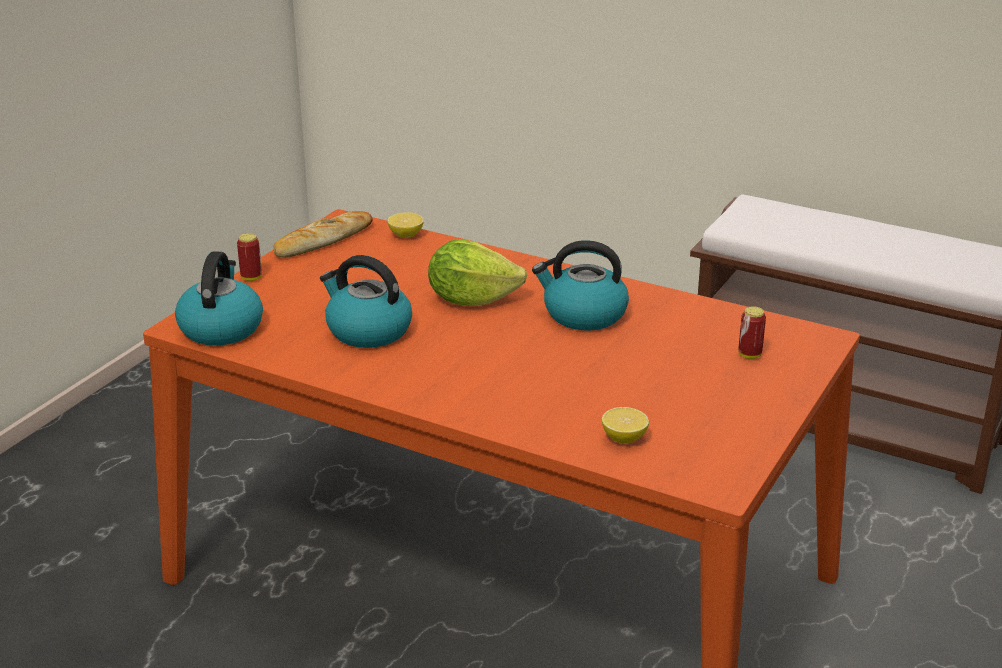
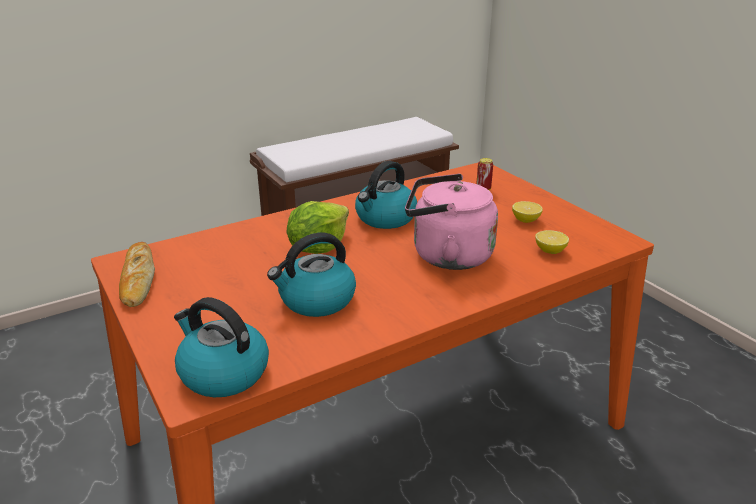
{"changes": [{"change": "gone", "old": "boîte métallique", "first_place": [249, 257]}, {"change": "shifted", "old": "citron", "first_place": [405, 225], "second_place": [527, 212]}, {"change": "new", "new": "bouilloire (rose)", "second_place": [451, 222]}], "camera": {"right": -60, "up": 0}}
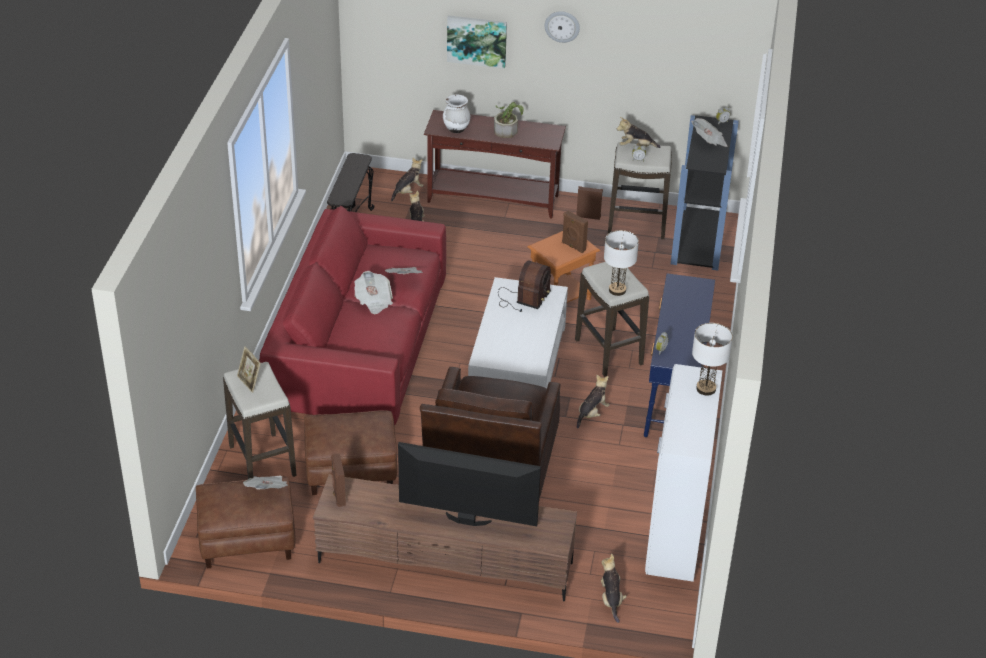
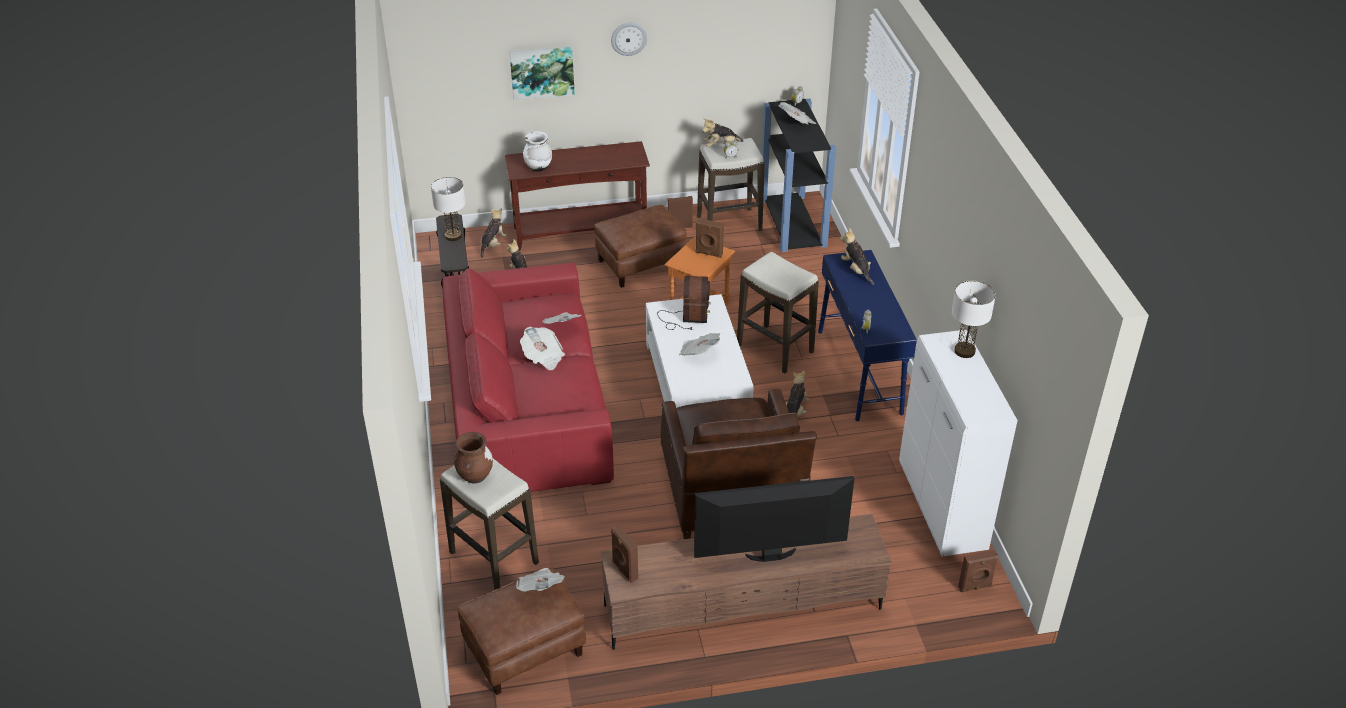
{"changes": [{"change": "swapped", "old": "cadre photo", "new": "vase (marron)", "first_place": [249, 369], "second_place": [473, 457]}, {"change": "shifted", "old": "pouf (marron)", "first_place": [351, 452], "second_place": [640, 246]}, {"change": "gone", "old": "plante en pot", "first_place": [508, 120]}, {"change": "shifted", "old": "peluche", "first_place": [614, 588], "second_place": [857, 256]}, {"change": "shifted", "old": "lampe de table", "first_place": [621, 263], "second_place": [448, 209]}, {"change": "new", "new": "journal", "second_place": [699, 344]}, {"change": "new", "new": "enceinte (marron)", "second_place": [978, 571]}], "camera": {"right": -20, "up": 0}}
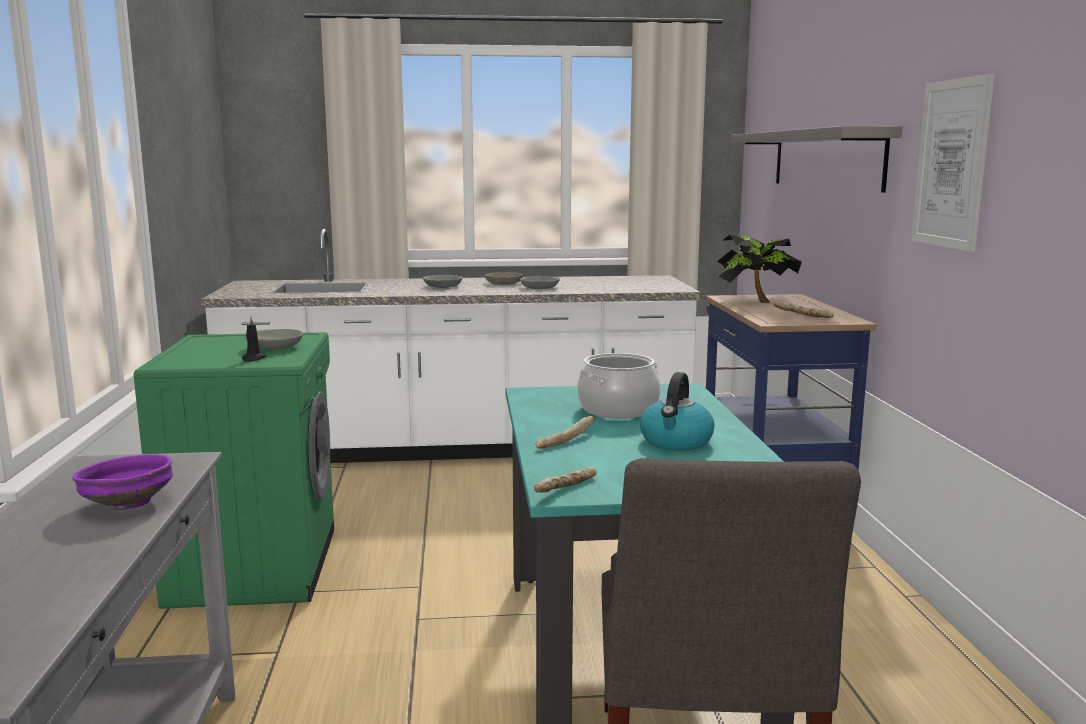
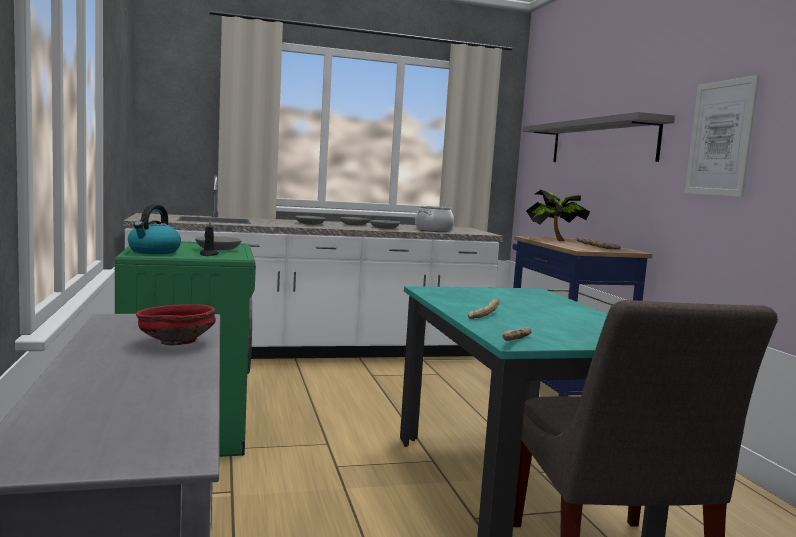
{"changes": [{"change": "repainted", "old": "bol (violet)", "new": "bol (rouge)", "first_place": [122, 482], "second_place": [176, 324]}, {"change": "shifted", "old": "marmite", "first_place": [618, 386], "second_place": [434, 219]}, {"change": "shifted", "old": "bouilloire", "first_place": [677, 411], "second_place": [154, 229]}], "camera": {"right": -10, "up": -5}}
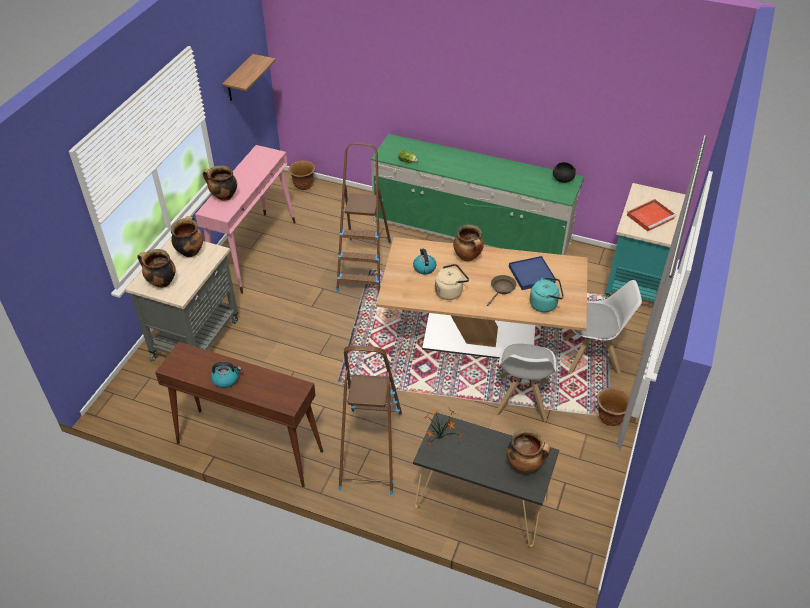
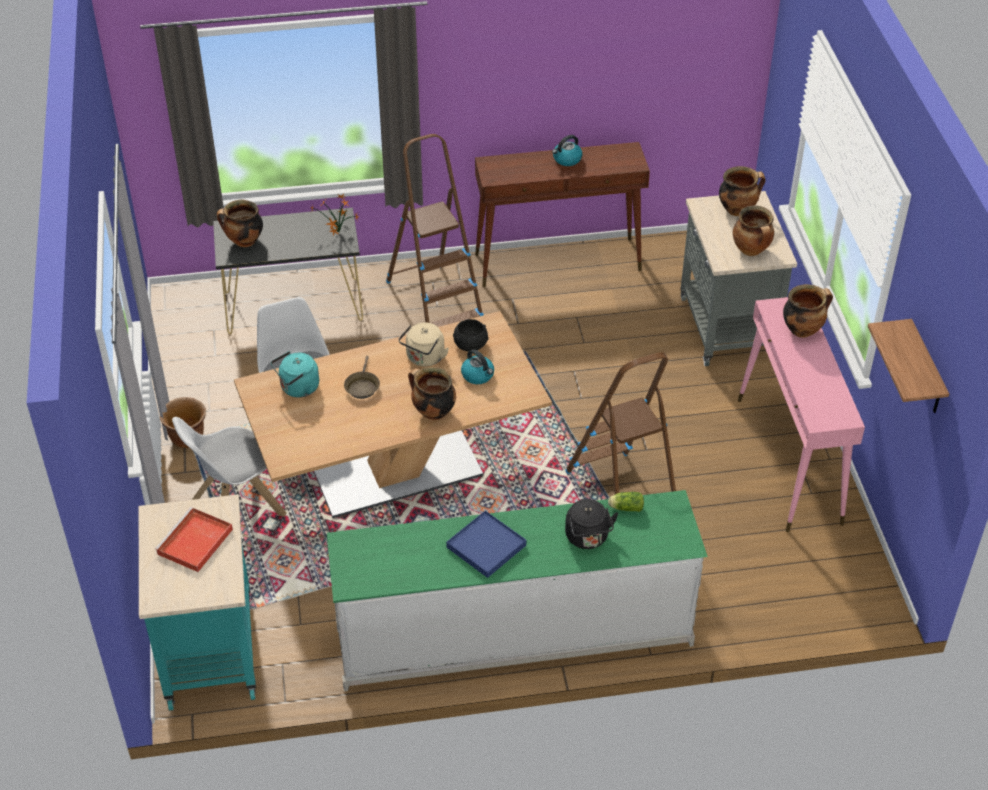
{"changes": [{"change": "gone", "old": "cache-pot (marron)", "first_place": [301, 175]}, {"change": "shifted", "old": "plateau (bleu)", "first_place": [532, 273], "second_place": [486, 544]}, {"change": "shifted", "old": "bol (noir)", "first_place": [564, 172], "second_place": [471, 335]}, {"change": "new", "new": "bouilloire (noir)", "second_place": [591, 524]}], "camera": {"right": 150, "up": 0}}
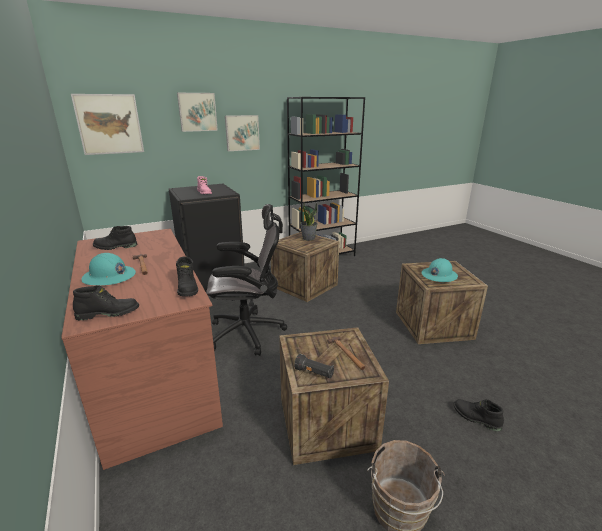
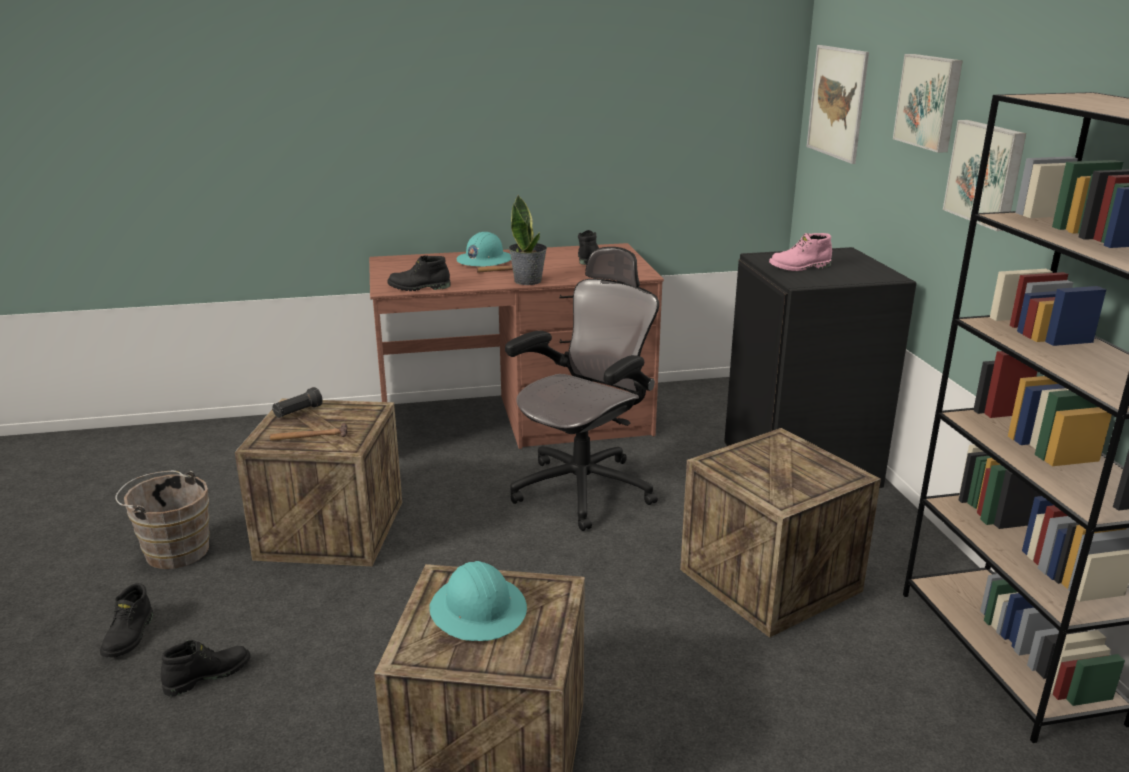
{"changes": [{"change": "shifted", "old": "botte (noir)", "first_place": [106, 302], "second_place": [126, 620]}, {"change": "rotated", "old": "chaise de bureau", "first_place": [247, 280], "second_place": [582, 389], "degrees": -150}, {"change": "shifted", "old": "plante en pot", "first_place": [309, 222], "second_place": [527, 240]}], "camera": {"right": 105, "up": 0}}
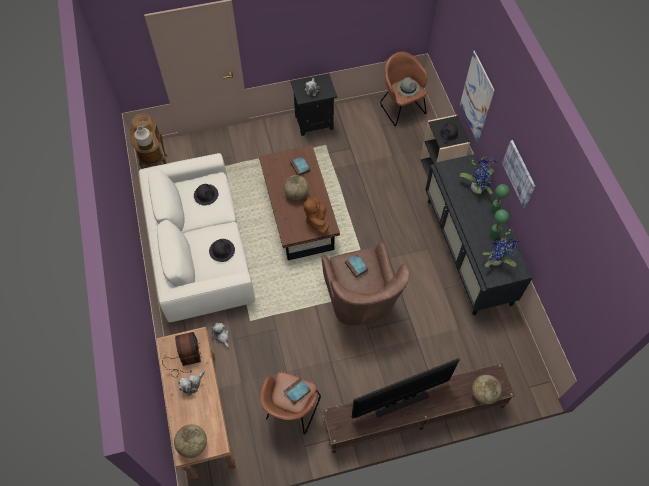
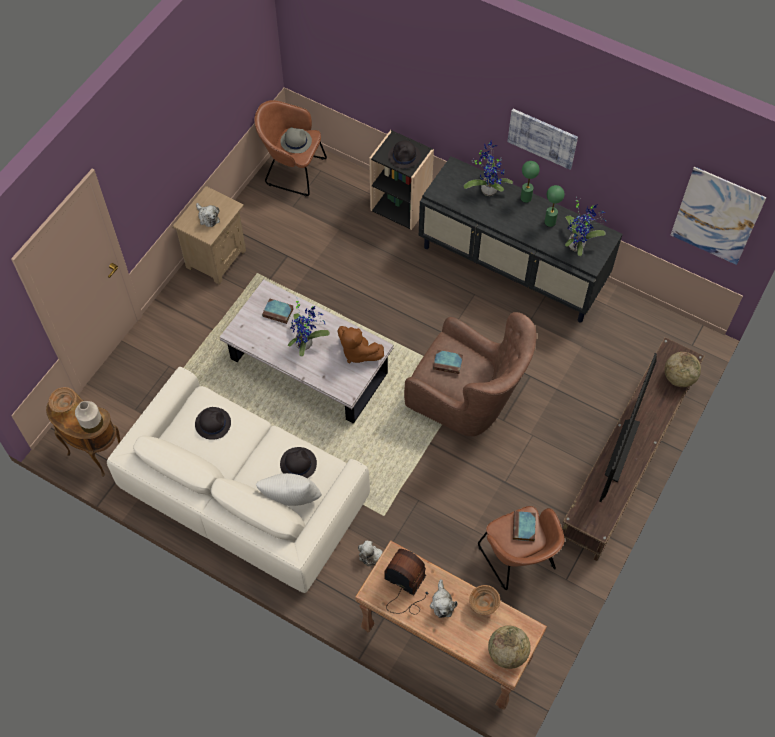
{"changes": [{"change": "repainted", "old": "table basse (marron)", "new": "table basse (blanc)", "first_place": [299, 202], "second_place": [307, 351]}, {"change": "swapped", "old": "globe", "new": "plante en pot", "first_place": [296, 187], "second_place": [309, 328]}, {"change": "repainted", "old": "table de chevet (noir)", "new": "table de chevet (beige)", "first_place": [313, 104], "second_place": [209, 235]}, {"change": "shifted", "old": "tableau", "first_place": [477, 97], "second_place": [718, 216]}, {"change": "new", "new": "coussin (blanc)", "second_place": [289, 489]}, {"change": "new", "new": "bol (marron)", "second_place": [484, 600]}], "camera": {"right": -45, "up": 0}}
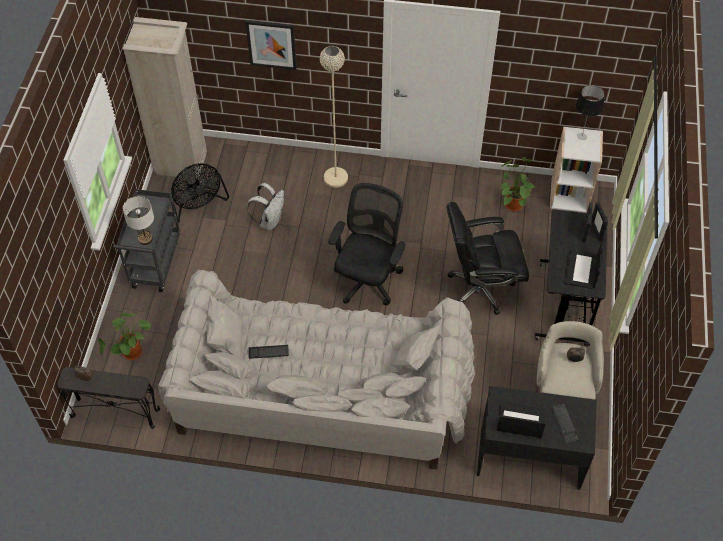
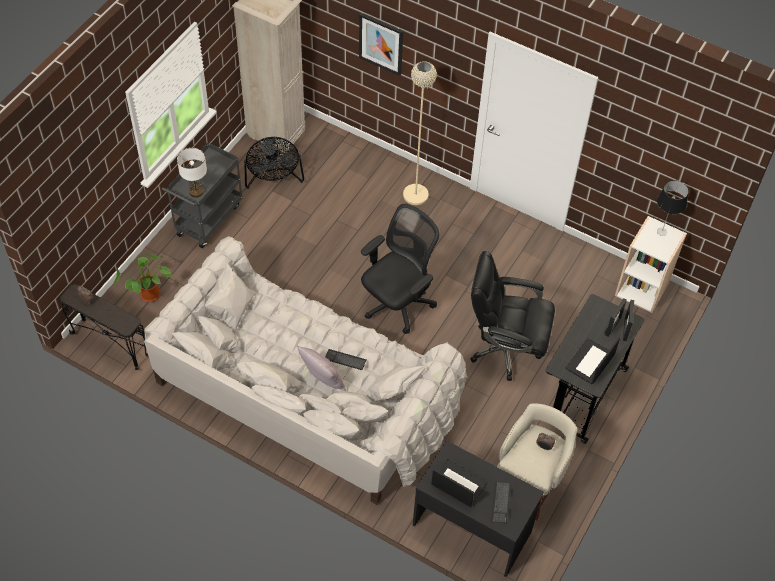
{"changes": [{"change": "gone", "old": "sac à dos (blanc)", "first_place": [265, 206]}, {"change": "shifted", "old": "clavier", "first_place": [269, 352], "second_place": [345, 359]}, {"change": "gone", "old": "plante en pot", "first_place": [518, 184]}, {"change": "new", "new": "coussin (violet)", "second_place": [321, 368]}], "camera": {"right": 20, "up": 0}}
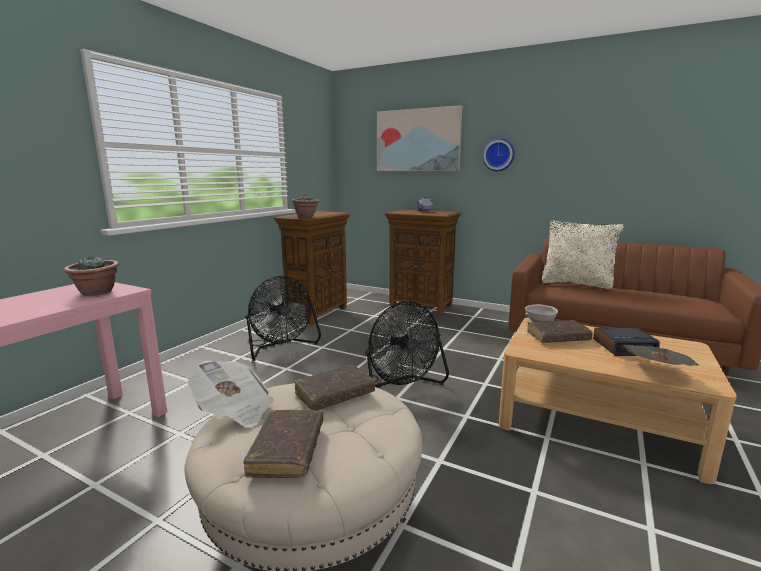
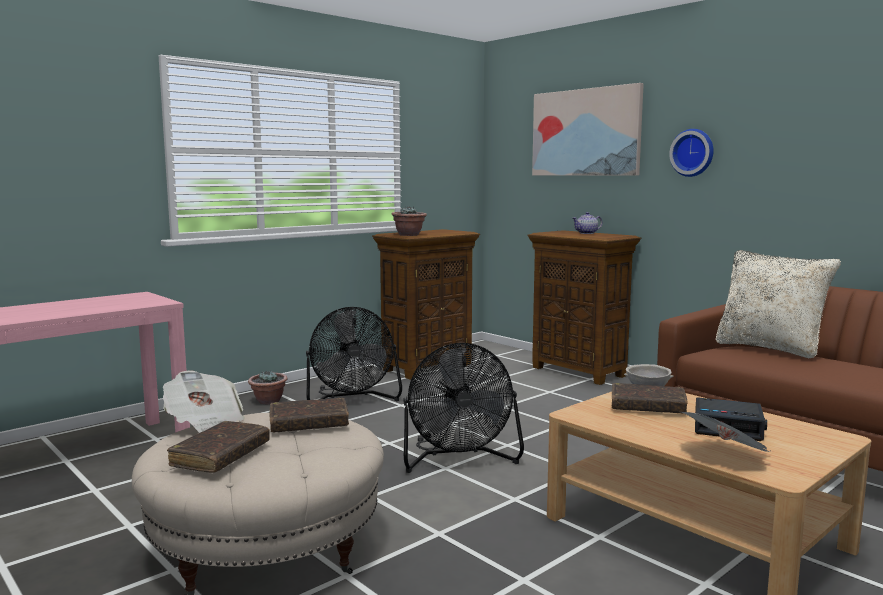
{"changes": [{"change": "shifted", "old": "plante en pot", "first_place": [91, 276], "second_place": [268, 387]}], "camera": {"right": 20, "up": -5}}
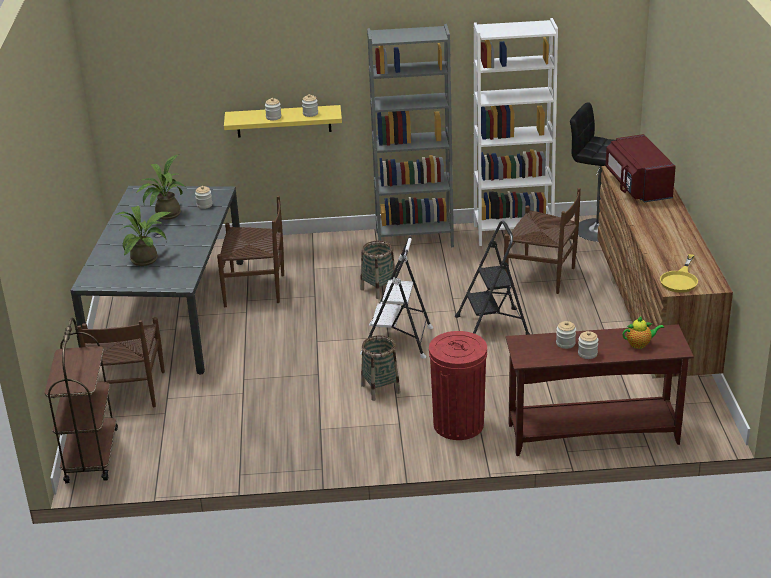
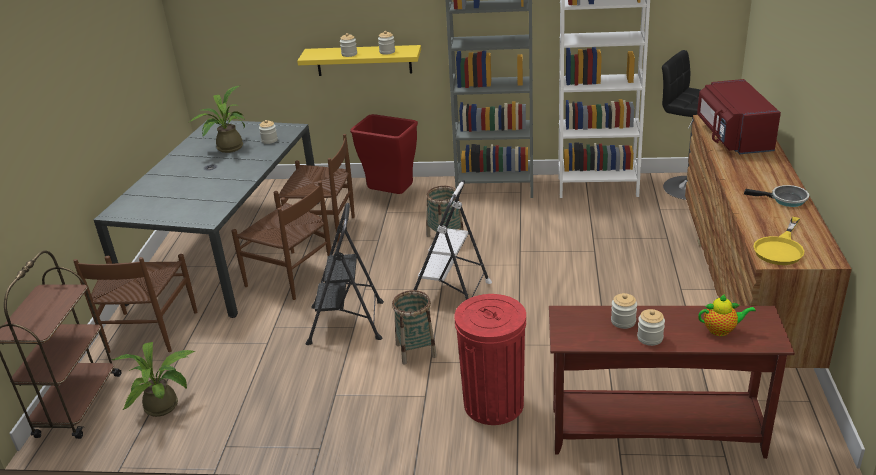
{"changes": [{"change": "shifted", "old": "plante en pot", "first_place": [143, 236], "second_place": [154, 379]}, {"change": "shifted", "old": "escabeau (noir)", "first_place": [492, 278], "second_place": [345, 274]}, {"change": "shifted", "old": "chaise (marron)", "first_place": [542, 241], "second_place": [281, 240]}, {"change": "new", "new": "poubelle (rouge)", "second_place": [384, 154]}, {"change": "new", "new": "poêle", "second_place": [776, 196]}], "camera": {"right": 10, "up": 0}}
